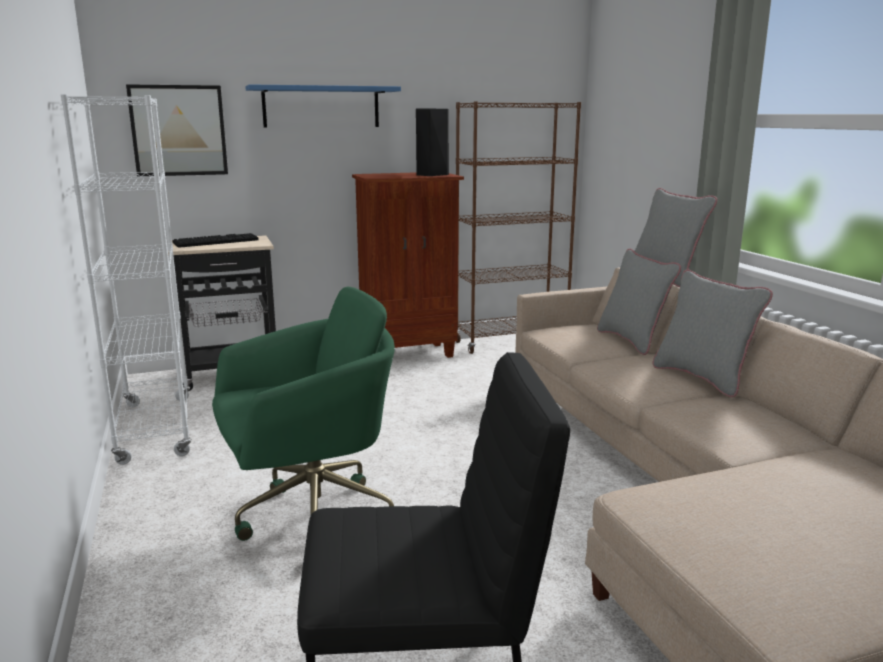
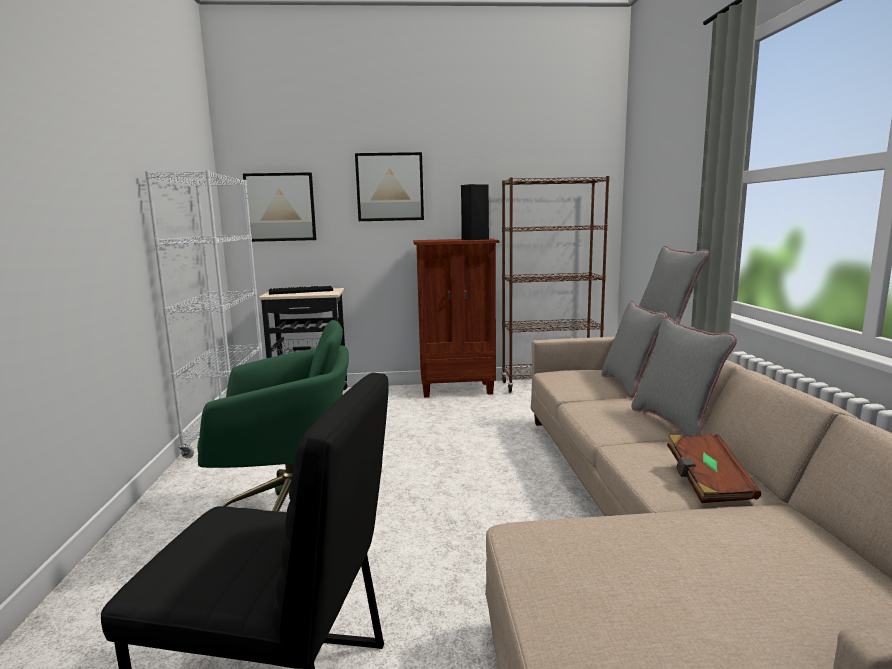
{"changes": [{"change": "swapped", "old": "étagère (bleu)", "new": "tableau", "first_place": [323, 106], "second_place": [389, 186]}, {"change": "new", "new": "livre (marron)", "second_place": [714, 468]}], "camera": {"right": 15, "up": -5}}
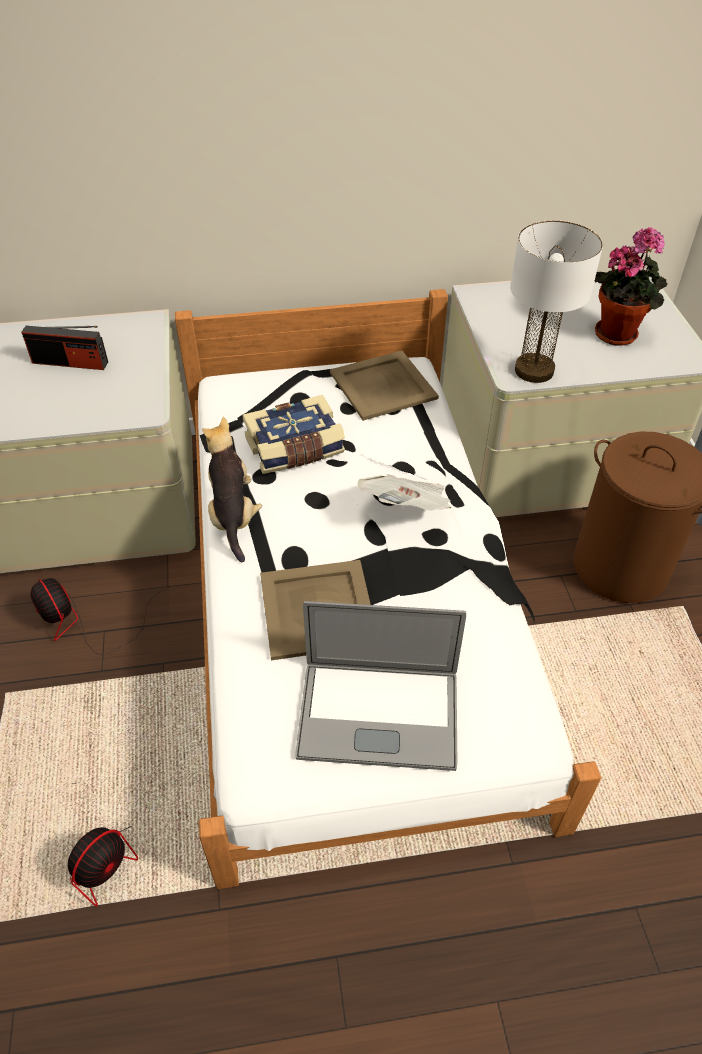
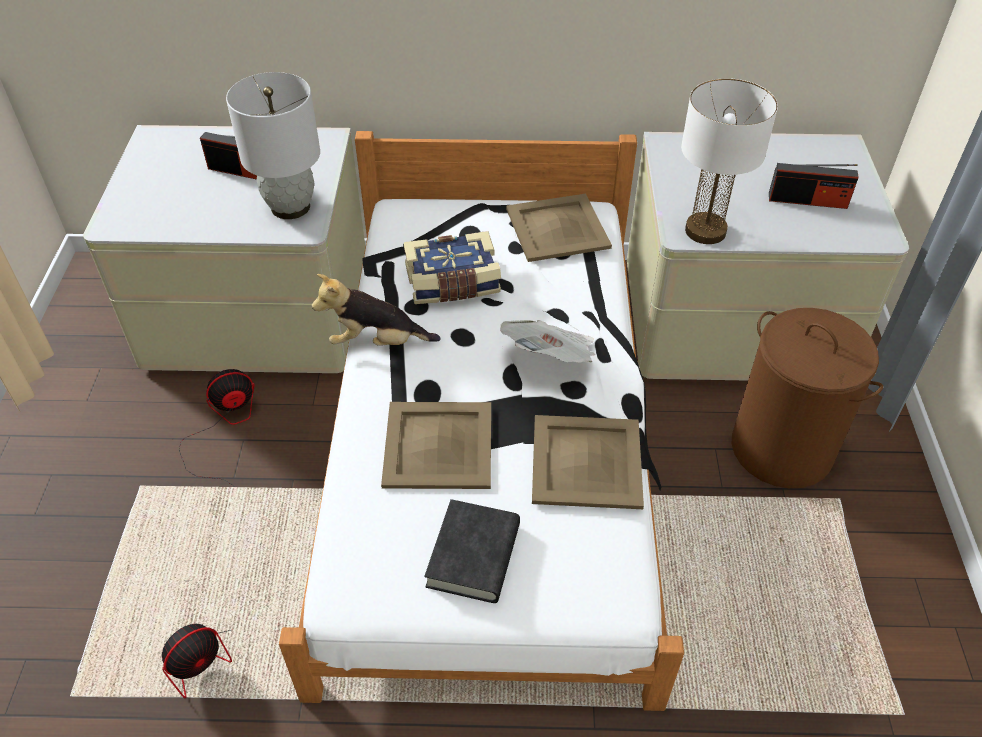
{"changes": [{"change": "rotated", "old": "ventilateur", "first_place": [99, 616], "second_place": [217, 427], "degrees": 90}, {"change": "rotated", "old": "peluche", "first_place": [232, 489], "second_place": [376, 310], "degrees": -90}, {"change": "swapped", "old": "ordinateur portable", "new": "livre (noir)", "first_place": [380, 686], "second_place": [472, 551]}, {"change": "swapped", "old": "plante en pot", "new": "radio", "first_place": [631, 286], "second_place": [814, 186]}, {"change": "new", "new": "lampe de table (blanc)", "second_place": [273, 145]}, {"change": "new", "new": "plateau (beige)", "second_place": [588, 462]}], "camera": {"right": 10, "up": 0}}
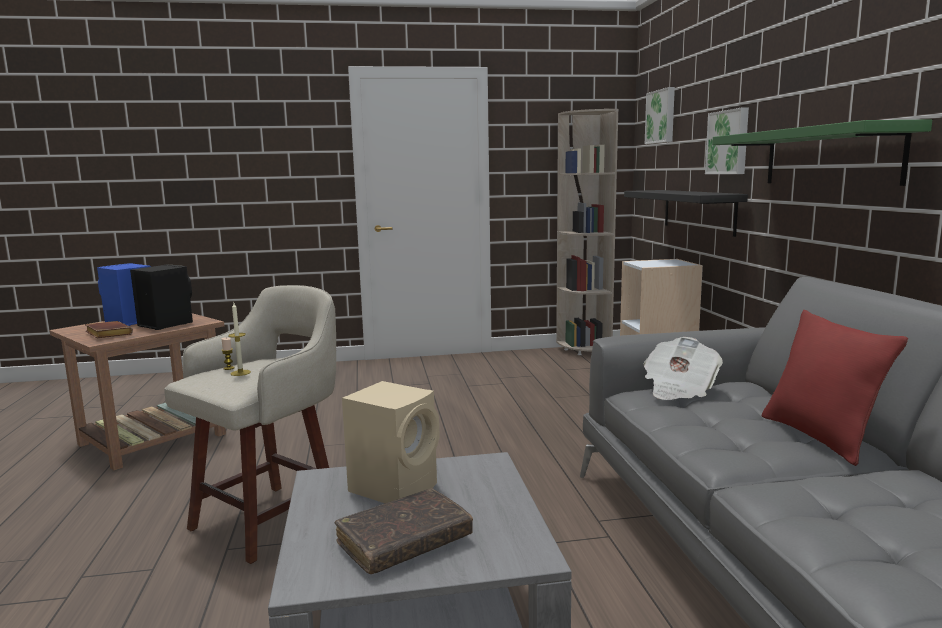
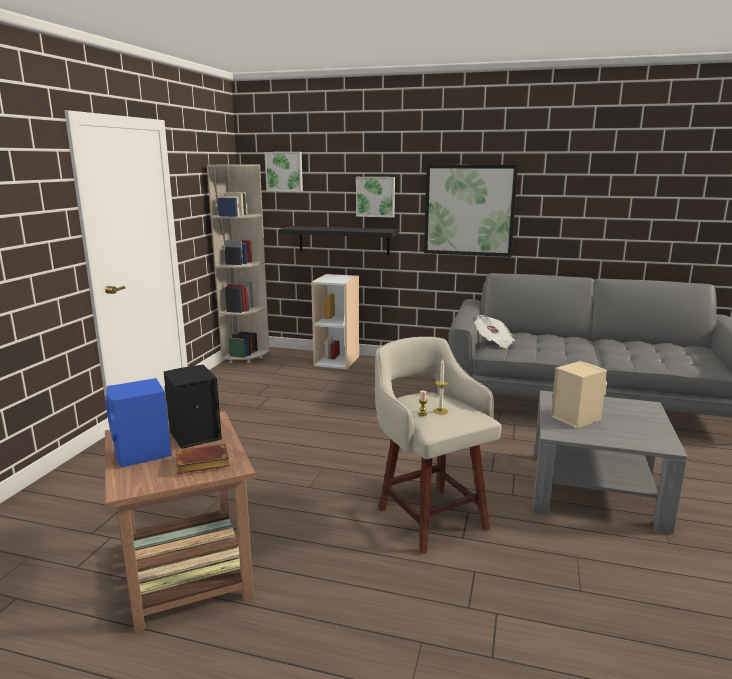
{"changes": [{"change": "gone", "old": "livre (marron)", "first_place": [404, 531]}, {"change": "swapped", "old": "étagère (vert)", "new": "tableau", "first_place": [822, 153], "second_place": [471, 211]}, {"change": "gone", "old": "coussin (rouge)", "first_place": [835, 388]}], "camera": {"right": -65, "up": 5}}
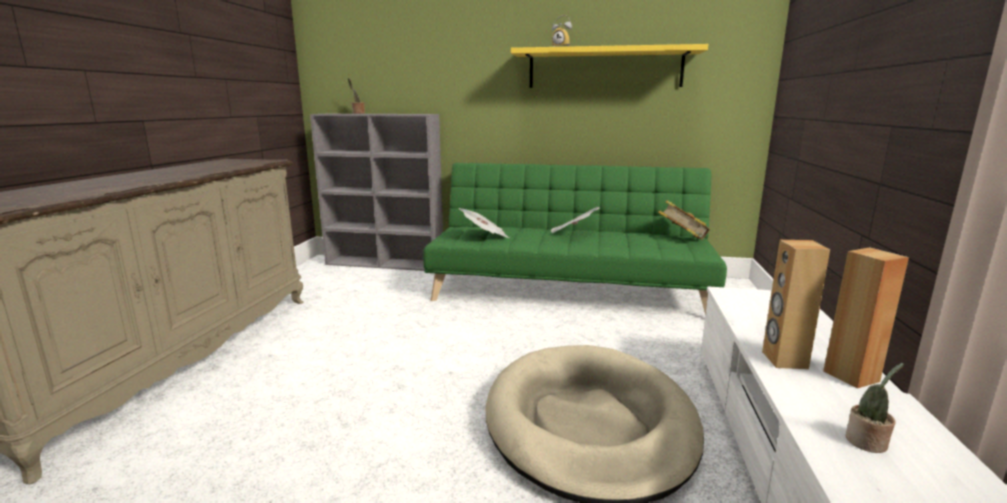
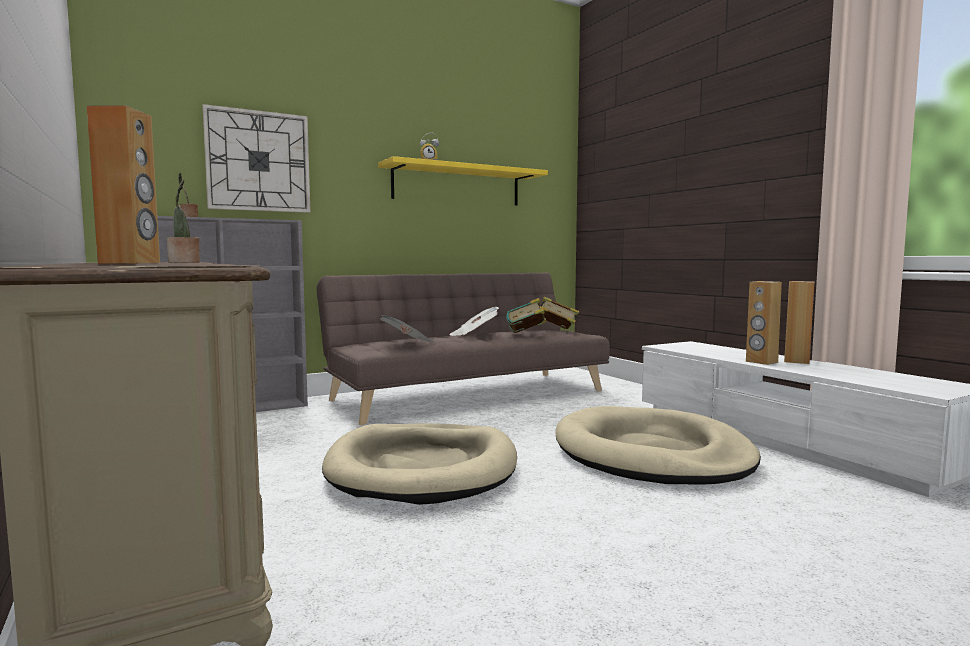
{"changes": [{"change": "repainted", "old": "canapé (vert)", "new": "canapé (marron)", "first_place": [575, 239], "second_place": [463, 349]}, {"change": "shifted", "old": "plante en pot", "first_place": [875, 408], "second_place": [183, 221]}, {"change": "new", "new": "enceinte (marron)", "second_place": [123, 184]}, {"change": "new", "new": "horloge murale", "second_place": [256, 158]}, {"change": "new", "new": "panier pour chien (beige)", "second_place": [419, 464]}, {"change": "new", "new": "livre", "second_place": [526, 315]}], "camera": {"right": -40, "up": -10}}
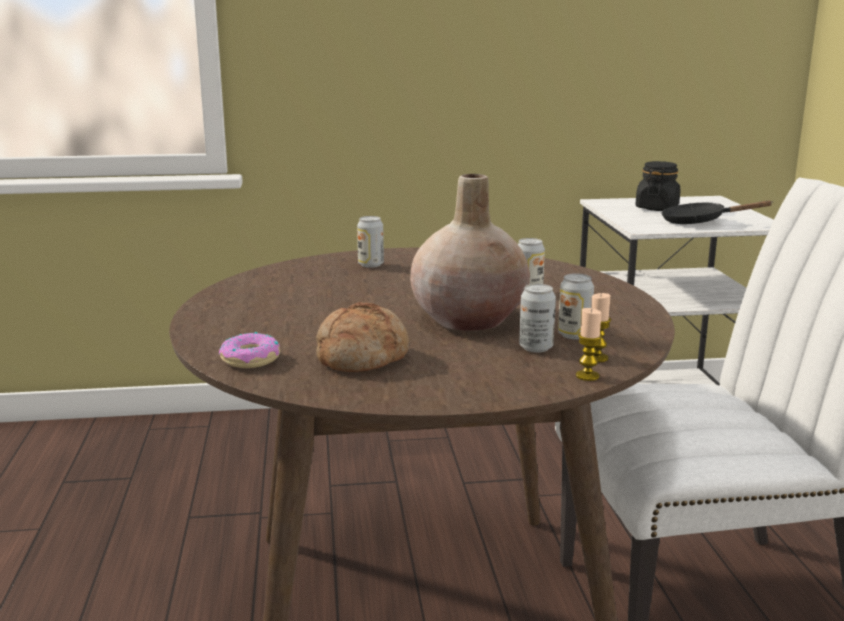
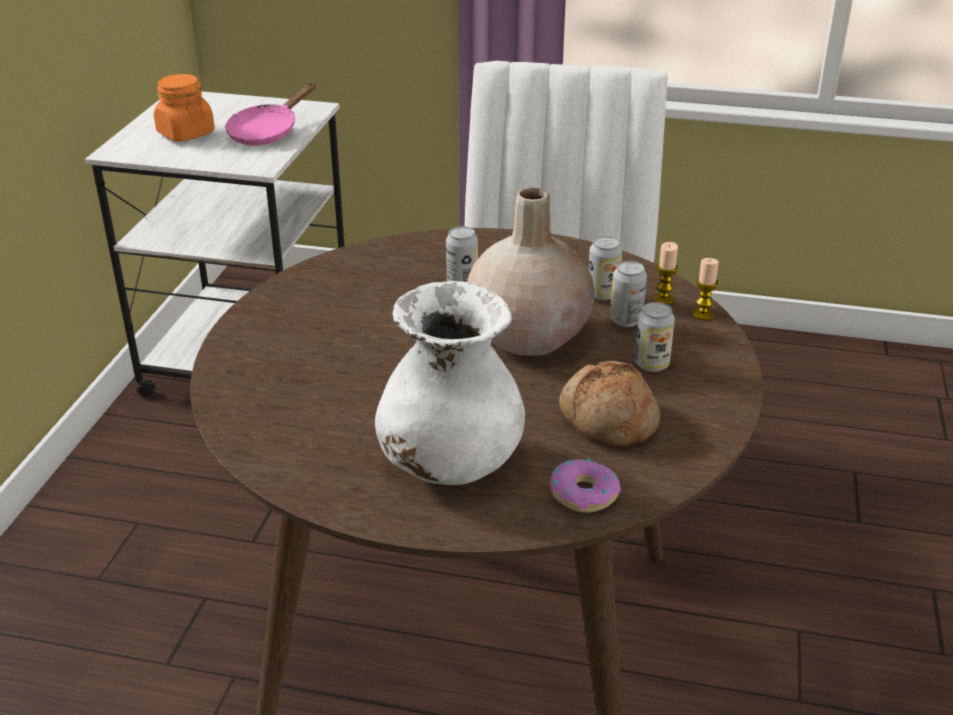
{"changes": [{"change": "shifted", "old": "boîte métallique", "first_place": [370, 242], "second_place": [655, 337]}, {"change": "repainted", "old": "bocal (noir)", "new": "bocal (orange)", "first_place": [657, 186], "second_place": [184, 107]}, {"change": "repainted", "old": "poêle (noir)", "new": "poêle (rose)", "first_place": [717, 212], "second_place": [270, 114]}, {"change": "new", "new": "vase (blanc)", "second_place": [450, 383]}], "camera": {"right": -70, "up": 15}}
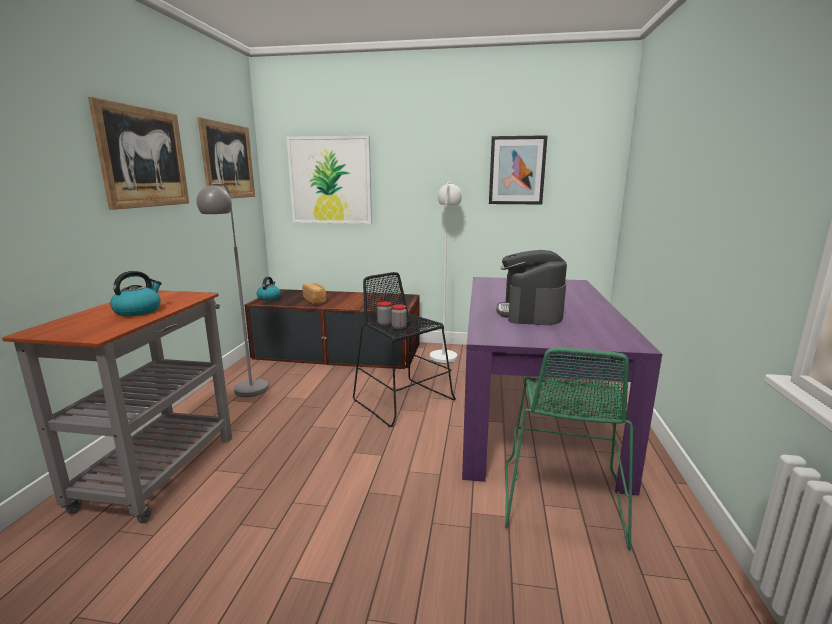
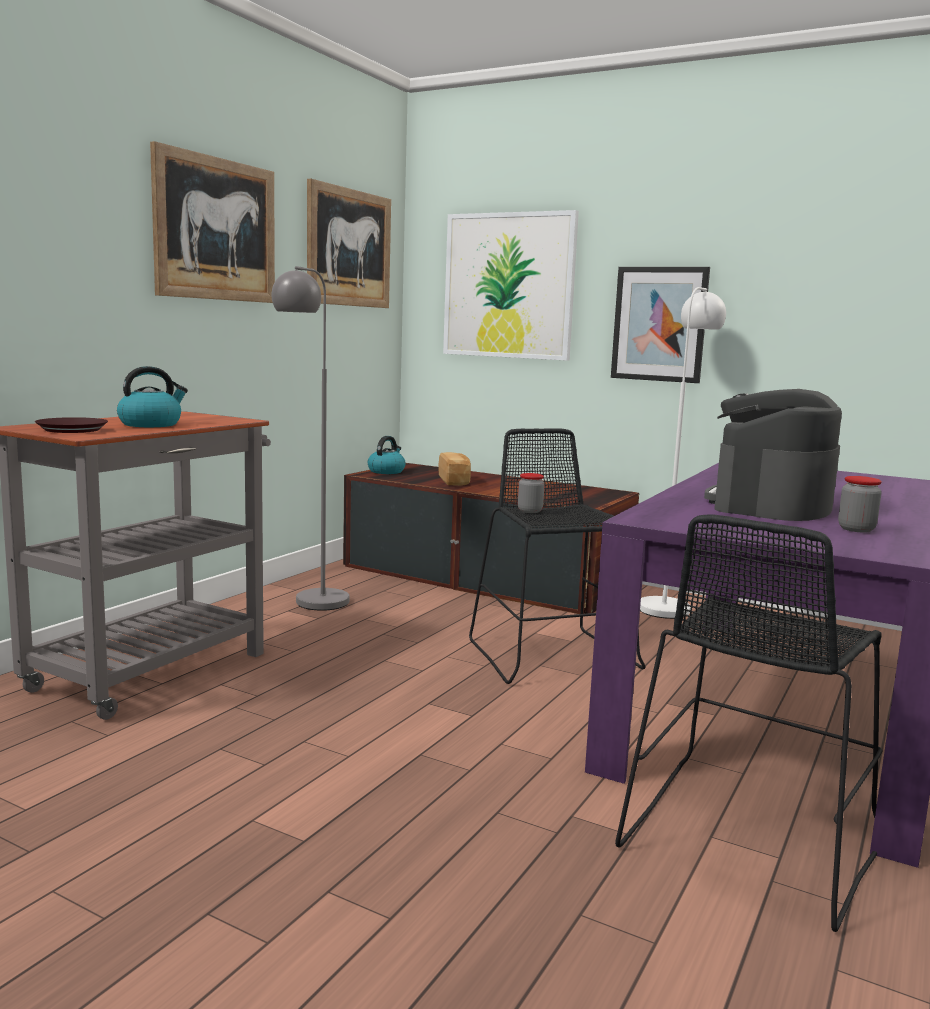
{"changes": [{"change": "shifted", "old": "bocal", "first_place": [399, 316], "second_place": [860, 504]}, {"change": "shifted", "old": "tableau", "first_place": [518, 170], "second_place": [660, 325]}, {"change": "repainted", "old": "tabouret (vert)", "new": "tabouret (noir)", "first_place": [569, 448], "second_place": [749, 723]}, {"change": "new", "new": "assiette (marron)", "second_place": [71, 425]}], "camera": {"right": 20, "up": -5}}
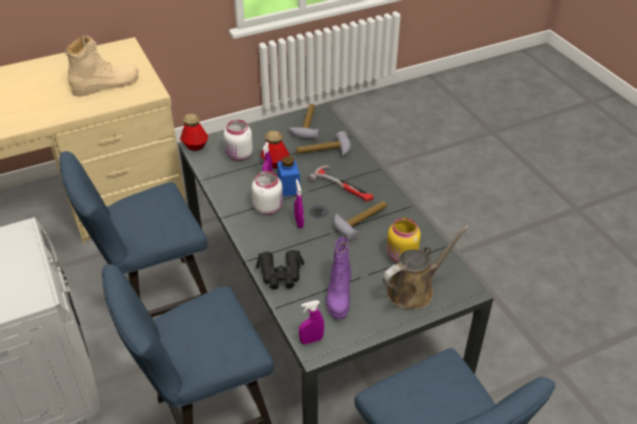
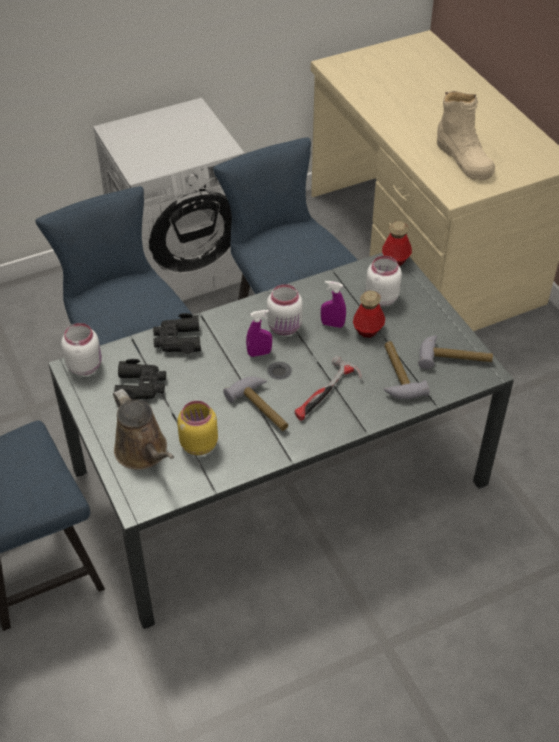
{"changes": [{"change": "gone", "old": "bocal (bleu)", "first_place": [288, 176]}, {"change": "swapped", "old": "vaporisateur (violet)", "new": "bocal (blanc)", "first_place": [311, 322], "second_place": [81, 349]}, {"change": "swapped", "old": "botte (violet)", "new": "jumelles (noir)", "first_place": [338, 278], "second_place": [140, 379]}], "camera": {"right": 90, "up": 5}}
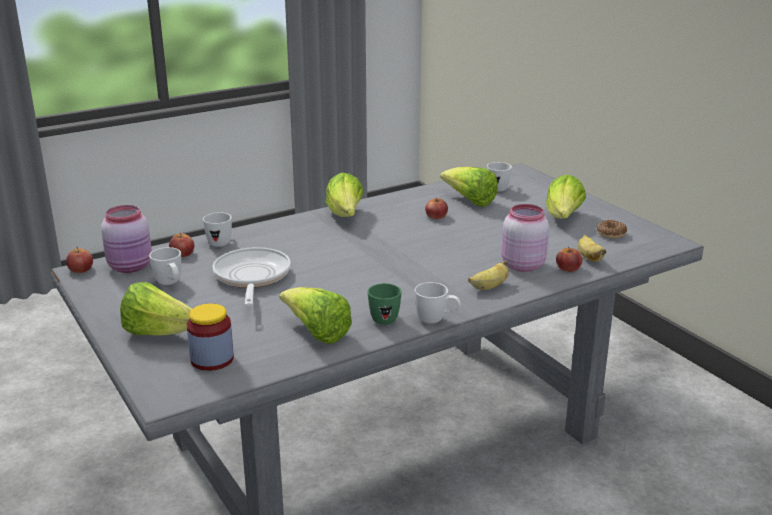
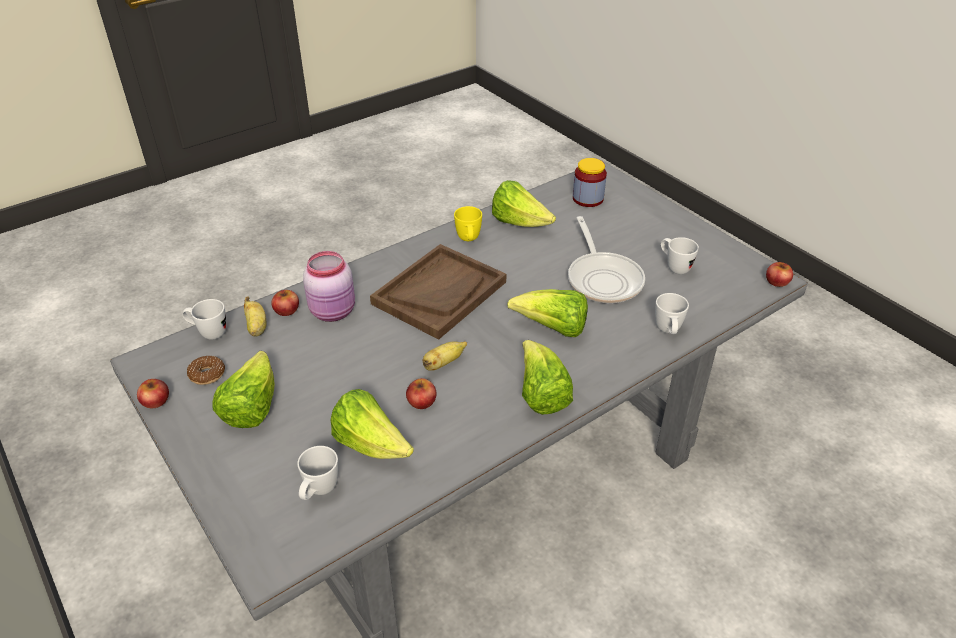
{"changes": [{"change": "gone", "old": "bocal (rose)", "first_place": [126, 239]}, {"change": "shifted", "old": "laitue", "first_place": [156, 309], "second_place": [547, 313]}, {"change": "shifted", "old": "pomme", "first_place": [181, 244], "second_place": [153, 393]}, {"change": "repainted", "old": "mug (vert)", "new": "mug (jaune)", "first_place": [384, 304], "second_place": [468, 223]}, {"change": "shifted", "old": "mug (blanc)", "first_place": [437, 302], "second_place": [204, 319]}, {"change": "shifted", "old": "banane", "first_place": [488, 275], "second_place": [445, 356]}, {"change": "new", "new": "plateau (marron)", "second_place": [438, 292]}], "camera": {"right": 175, "up": 15}}
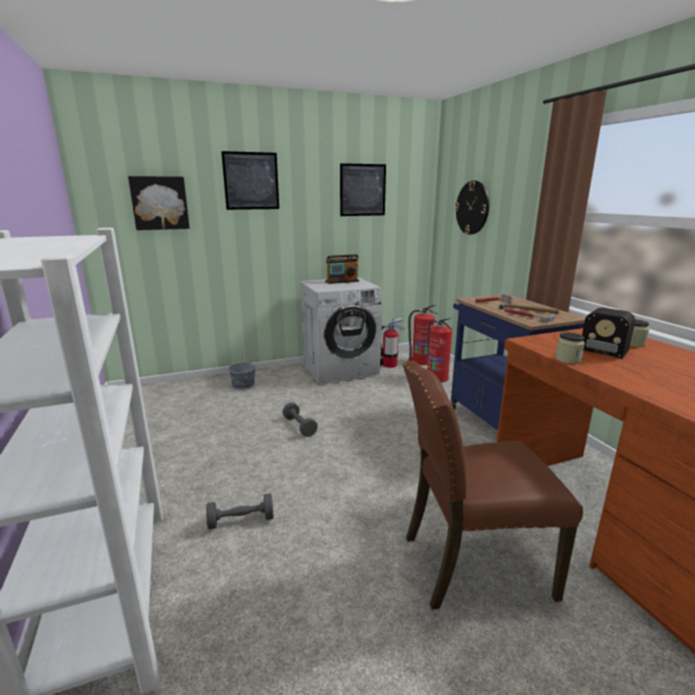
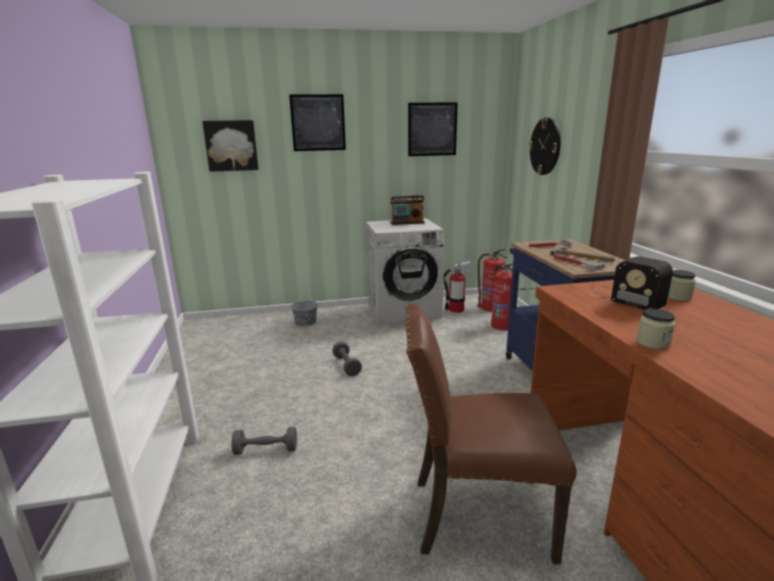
{"changes": [{"change": "shifted", "old": "bocal", "first_place": [570, 348], "second_place": [656, 329]}], "camera": {"right": 10, "up": 0}}
